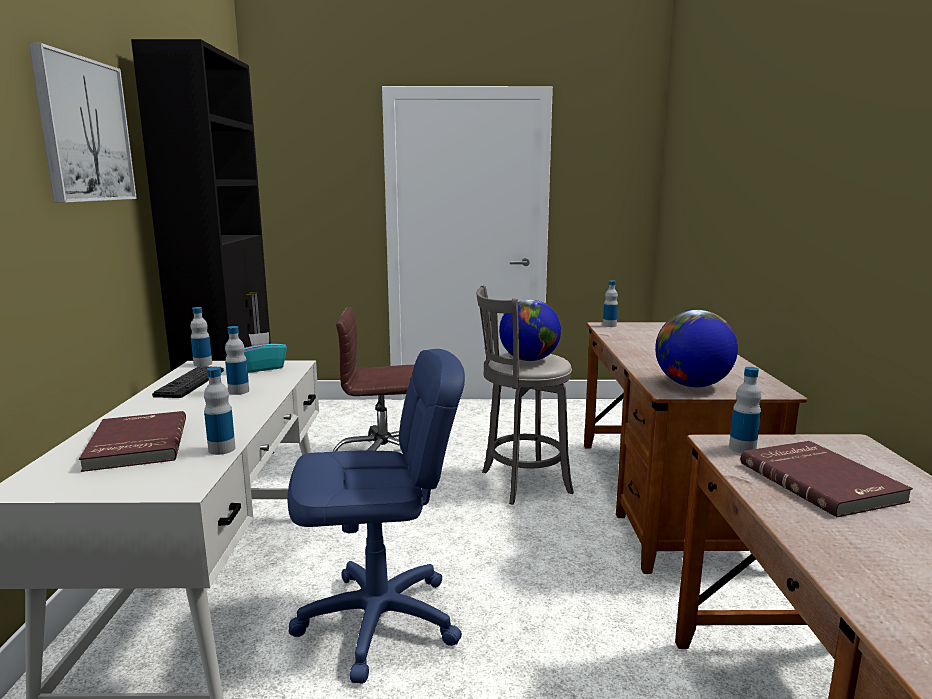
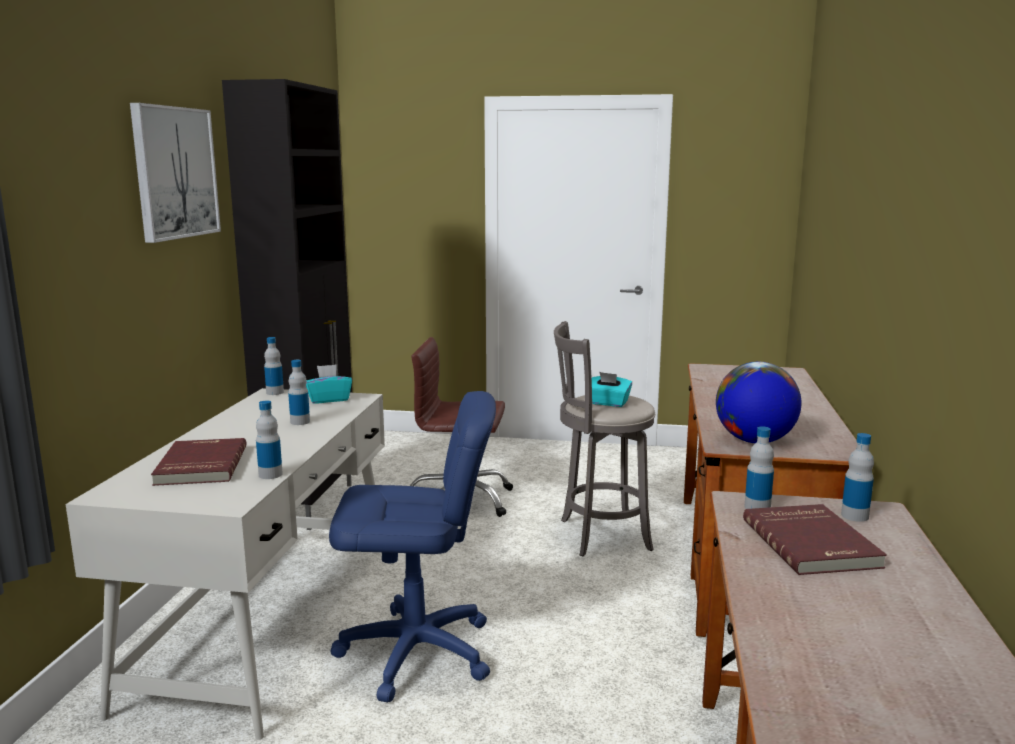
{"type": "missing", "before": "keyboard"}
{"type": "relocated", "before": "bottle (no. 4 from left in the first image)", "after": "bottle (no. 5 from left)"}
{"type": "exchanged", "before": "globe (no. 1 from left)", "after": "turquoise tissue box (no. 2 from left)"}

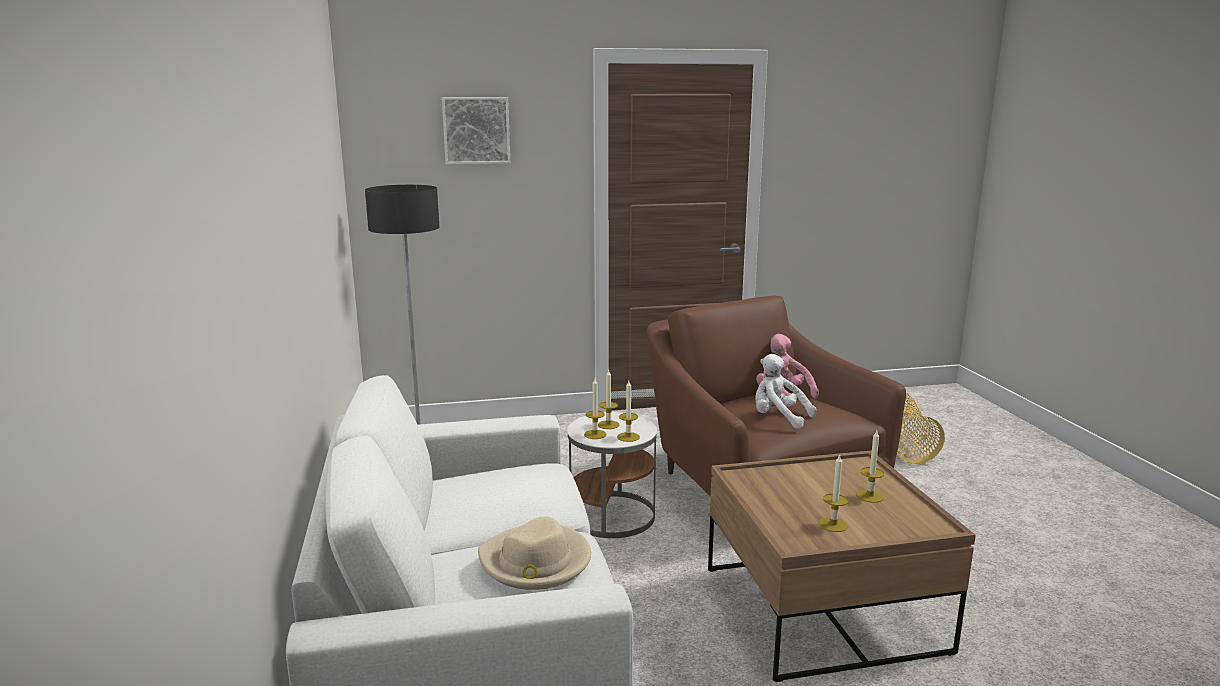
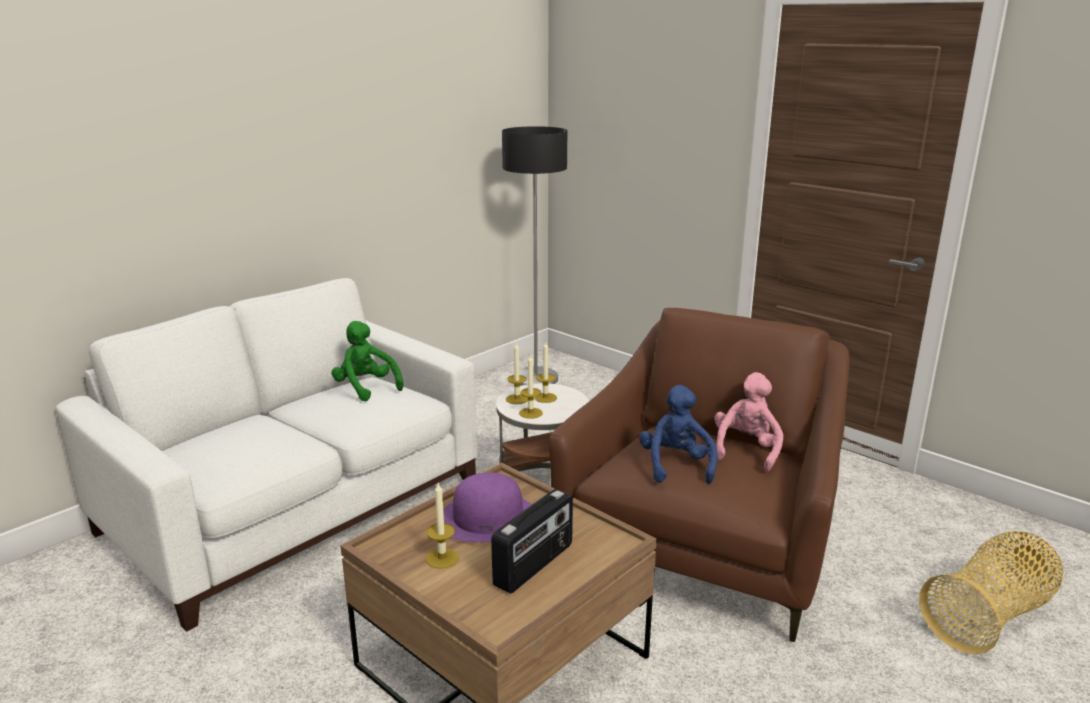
{"type": "missing", "before": "picture"}
{"type": "missing", "before": "beige hat"}
{"type": "appeared", "after": "green plush toy"}
{"type": "appeared", "after": "purple hat"}
{"type": "exchanged", "before": "candle (no. 5 from left)", "after": "radio"}
{"type": "colour", "before": "white plush toy", "after": "blue plush toy"}

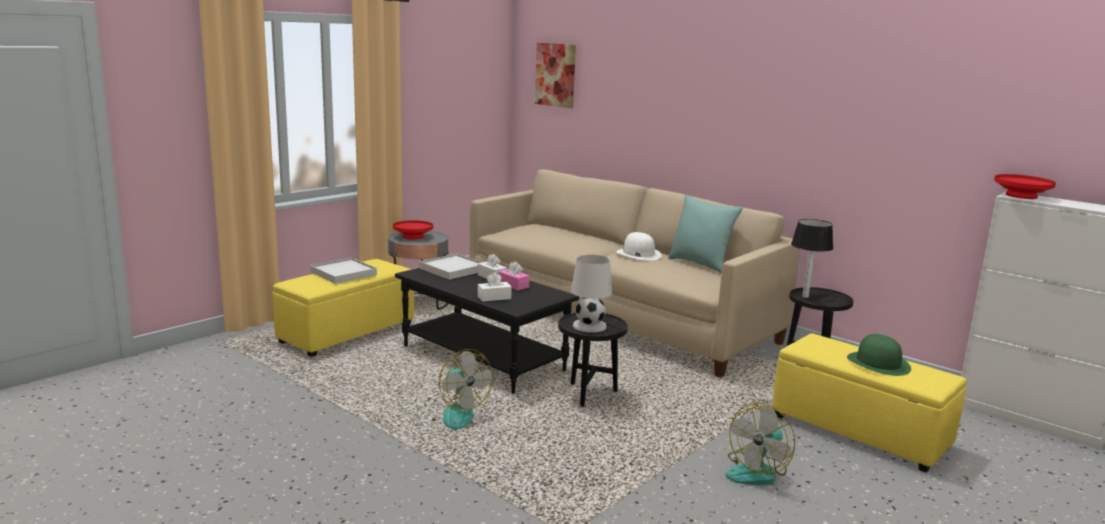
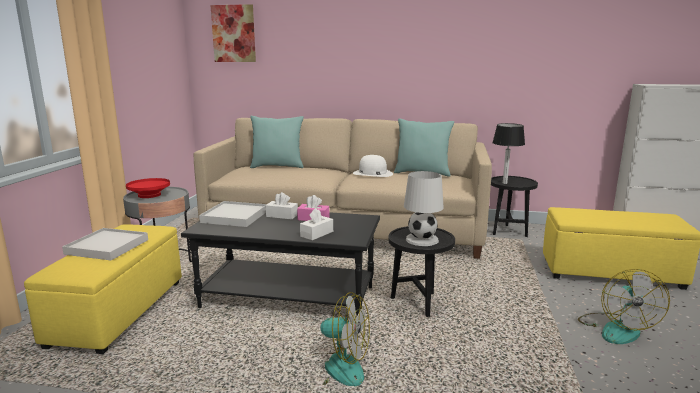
{"type": "missing", "before": "green hat"}
{"type": "missing", "before": "red bowl (no. 2 from left)"}
{"type": "appeared", "after": "turquoise pillow (no. 1 from left)"}

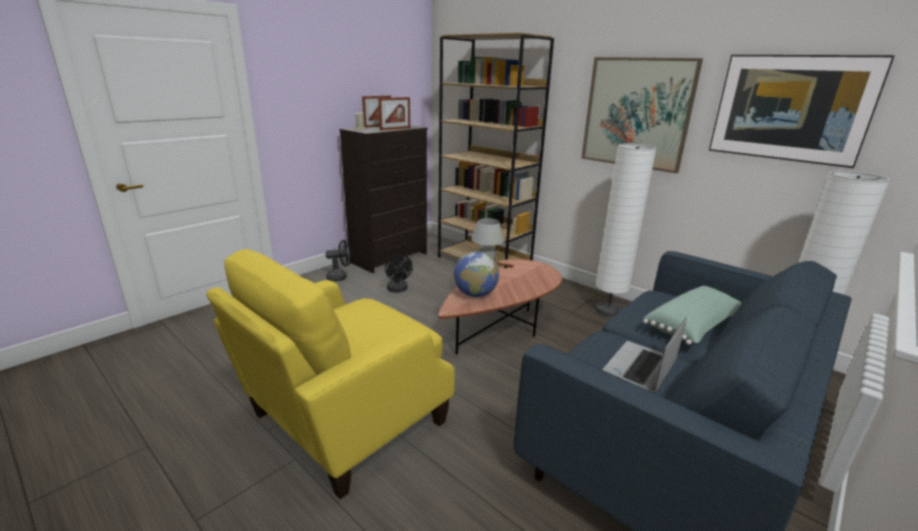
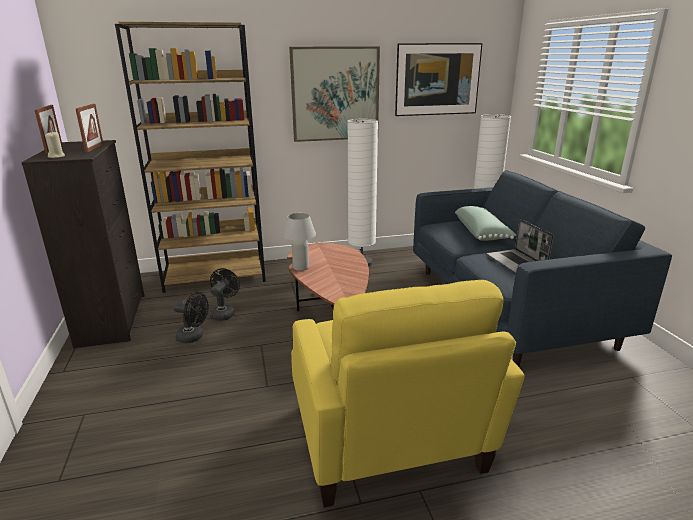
{"type": "missing", "before": "globe"}
{"type": "relocated", "before": "black fan (no. 1 from left in the first image)", "after": "black fan (no. 2 from left)"}

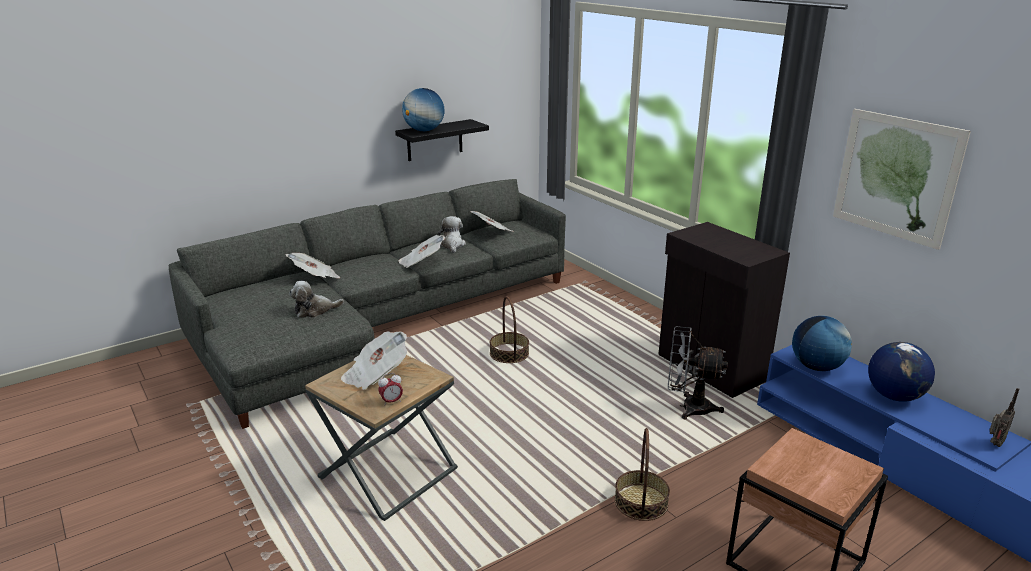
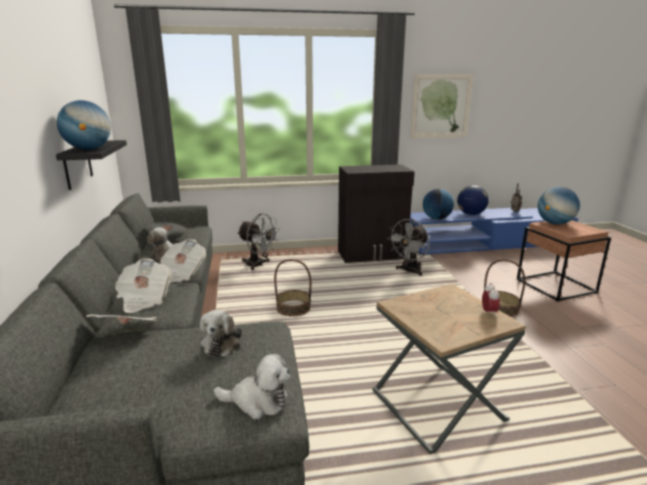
{"type": "appeared", "after": "plush toy (no. 3 from left)"}
{"type": "appeared", "after": "grey fan (no. 1 from left)"}
{"type": "appeared", "after": "globe (no. 4 from left)"}
{"type": "relocated", "before": "newspaper (no. 2 from left)"}

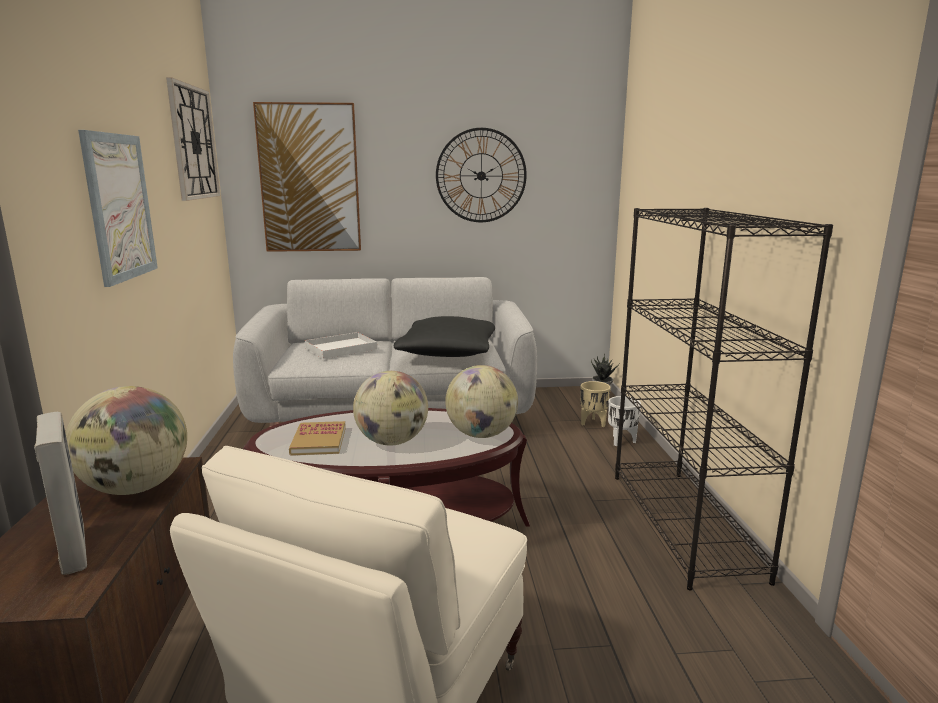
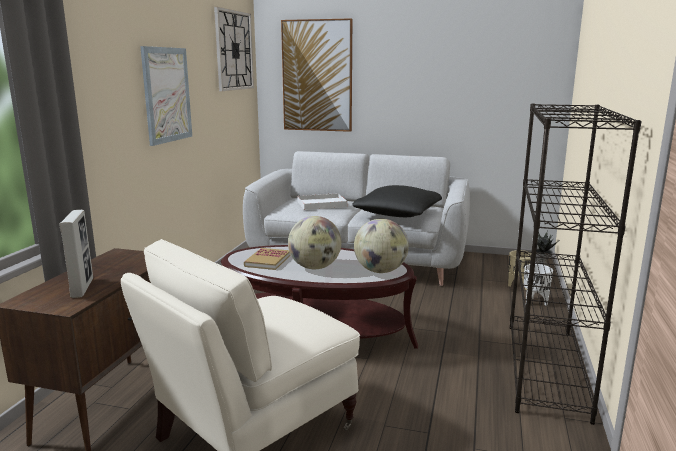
{"type": "missing", "before": "globe (no. 1 from left)"}
{"type": "missing", "before": "wall clock (no. 2 from left)"}

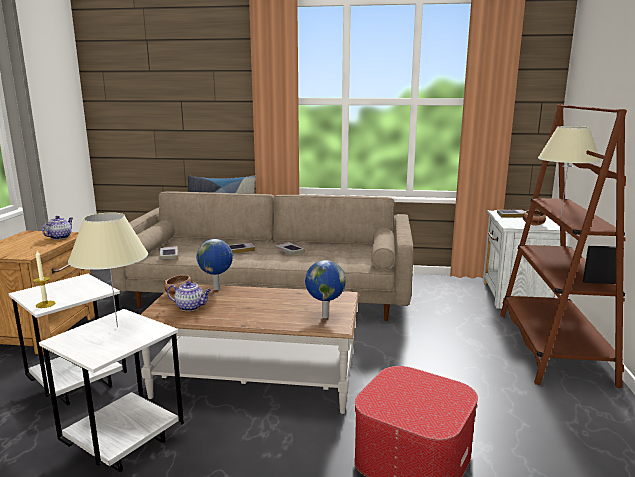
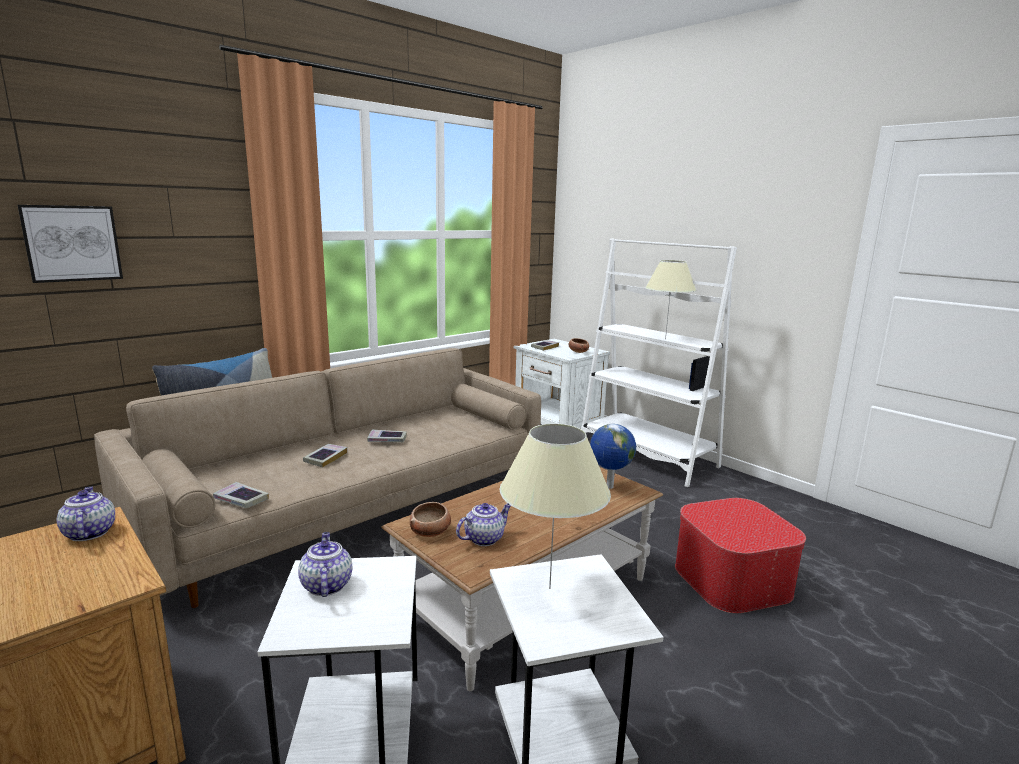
{"type": "missing", "before": "candle"}
{"type": "missing", "before": "globe (no. 1 from left)"}
{"type": "appeared", "after": "picture"}
{"type": "appeared", "after": "teapot (no. 2 from left)"}
{"type": "colour", "before": "brown bookcase", "after": "white bookcase"}

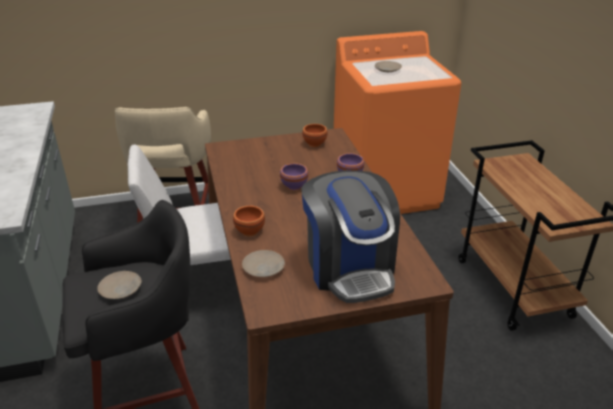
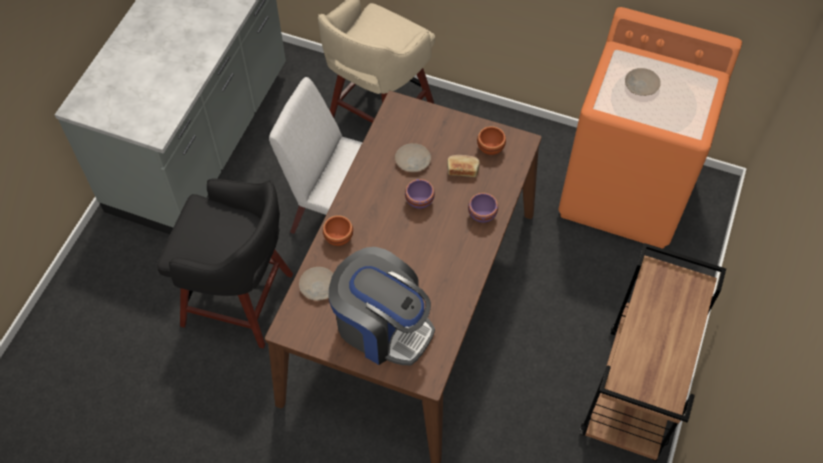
{"type": "appeared", "after": "bread"}
{"type": "relocated", "before": "beige plate (no. 1 from left in the first image)", "after": "beige plate (no. 2 from left)"}
{"type": "spun", "before": "coffee machine", "turn": -75}

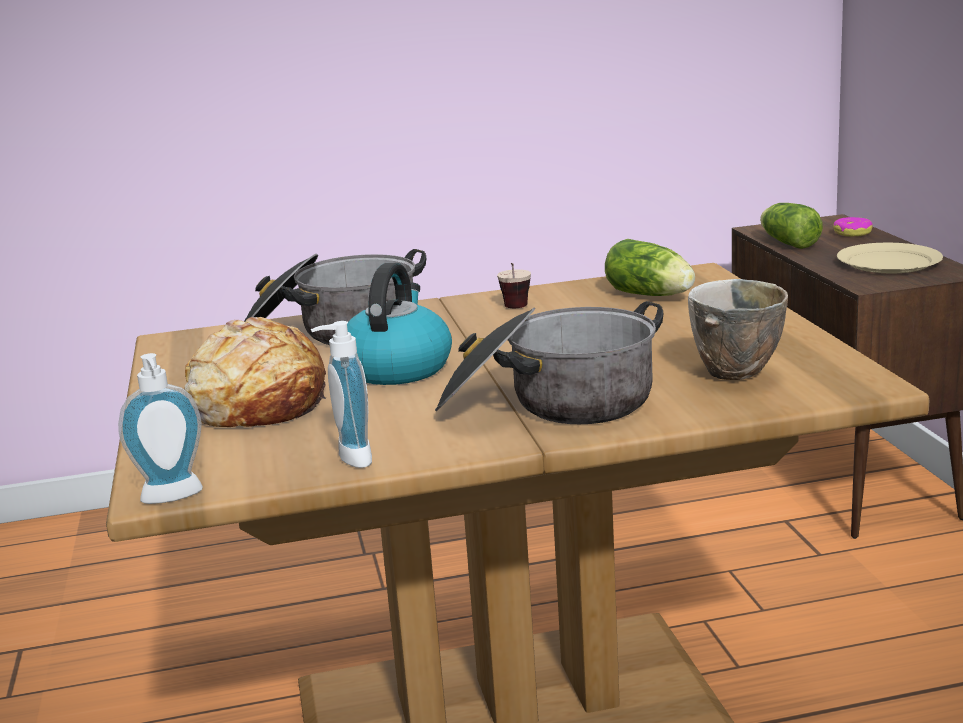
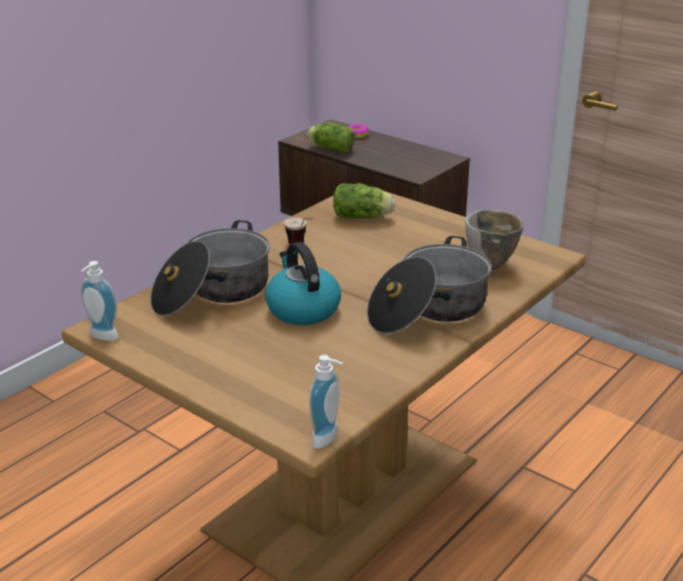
{"type": "missing", "before": "bread"}
{"type": "missing", "before": "beige plate"}
{"type": "relocated", "before": "soap dispenser (no. 2 from left in the first image)", "after": "soap dispenser (no. 1 from left)"}

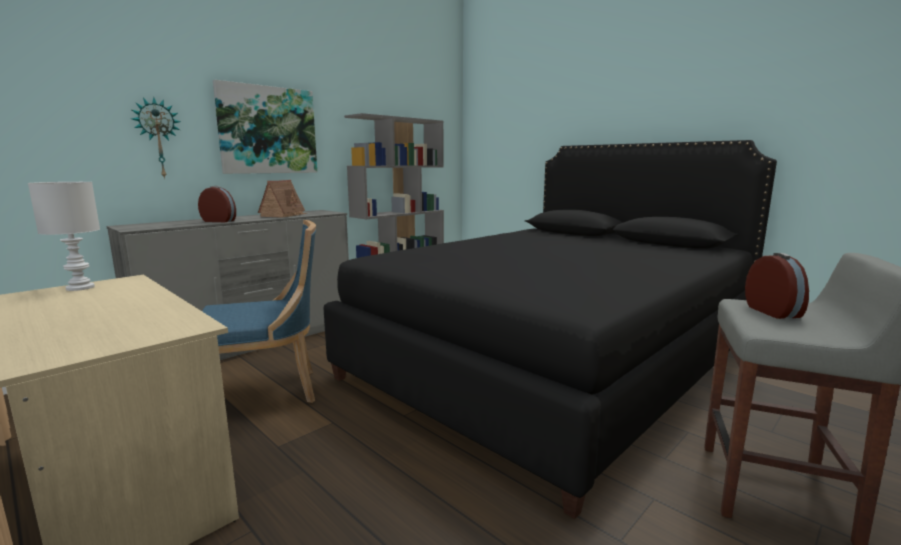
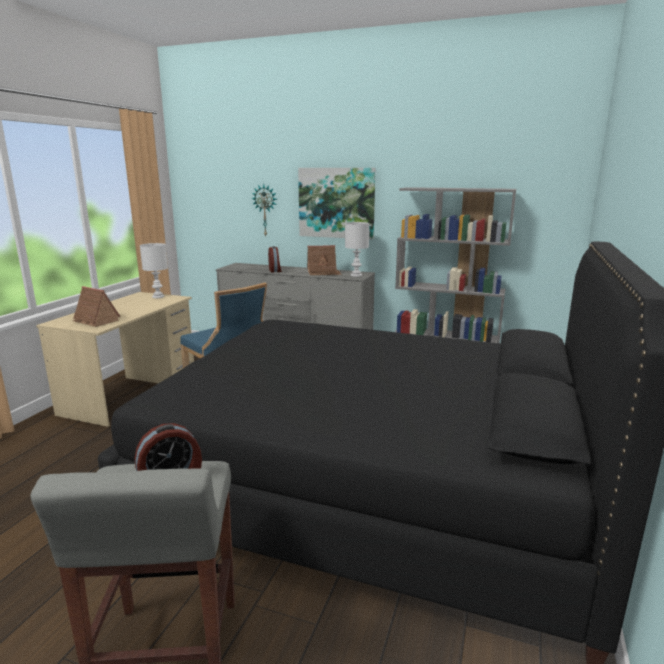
{"type": "appeared", "after": "toy house (no. 1 from left)"}
{"type": "appeared", "after": "white table lamp (no. 2 from left)"}

